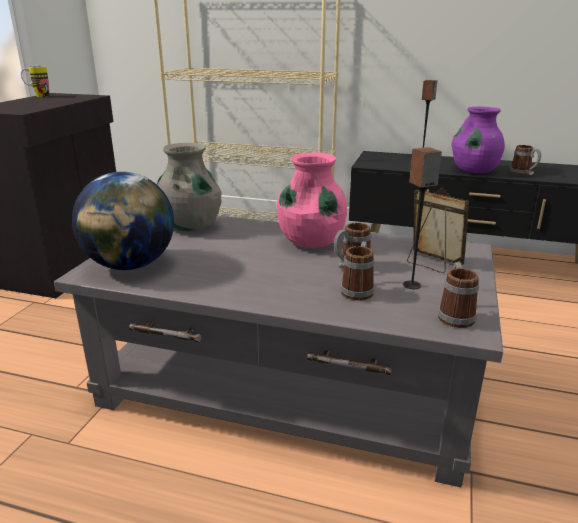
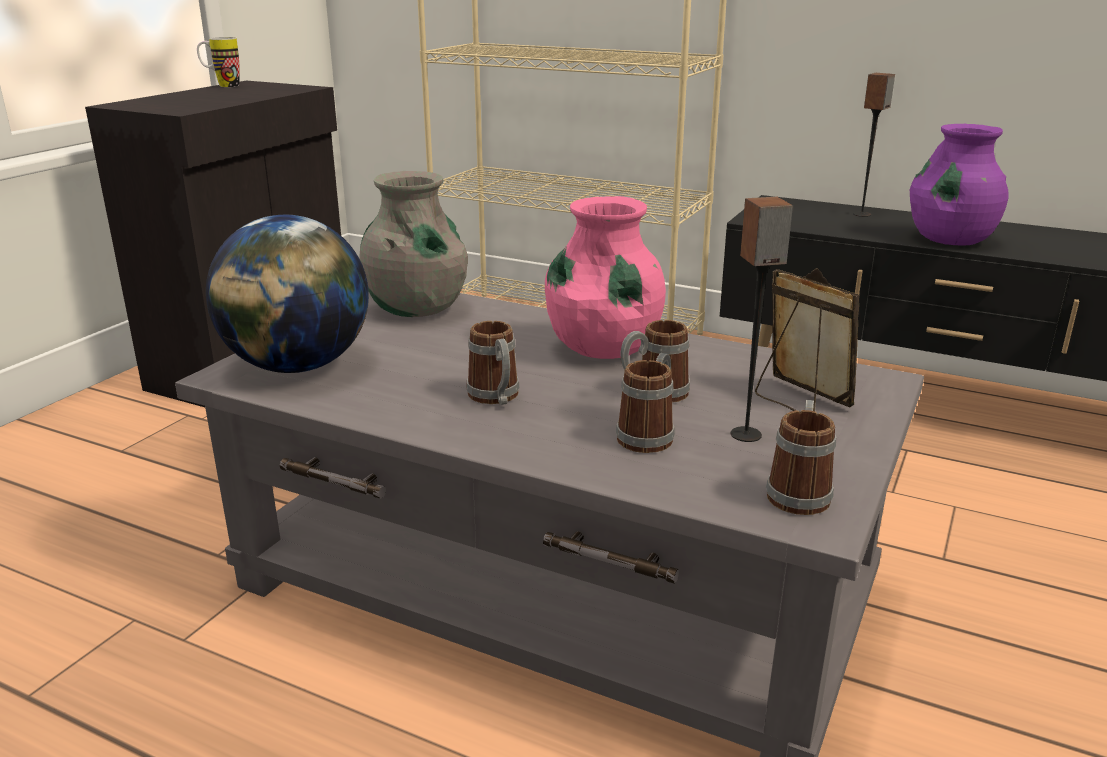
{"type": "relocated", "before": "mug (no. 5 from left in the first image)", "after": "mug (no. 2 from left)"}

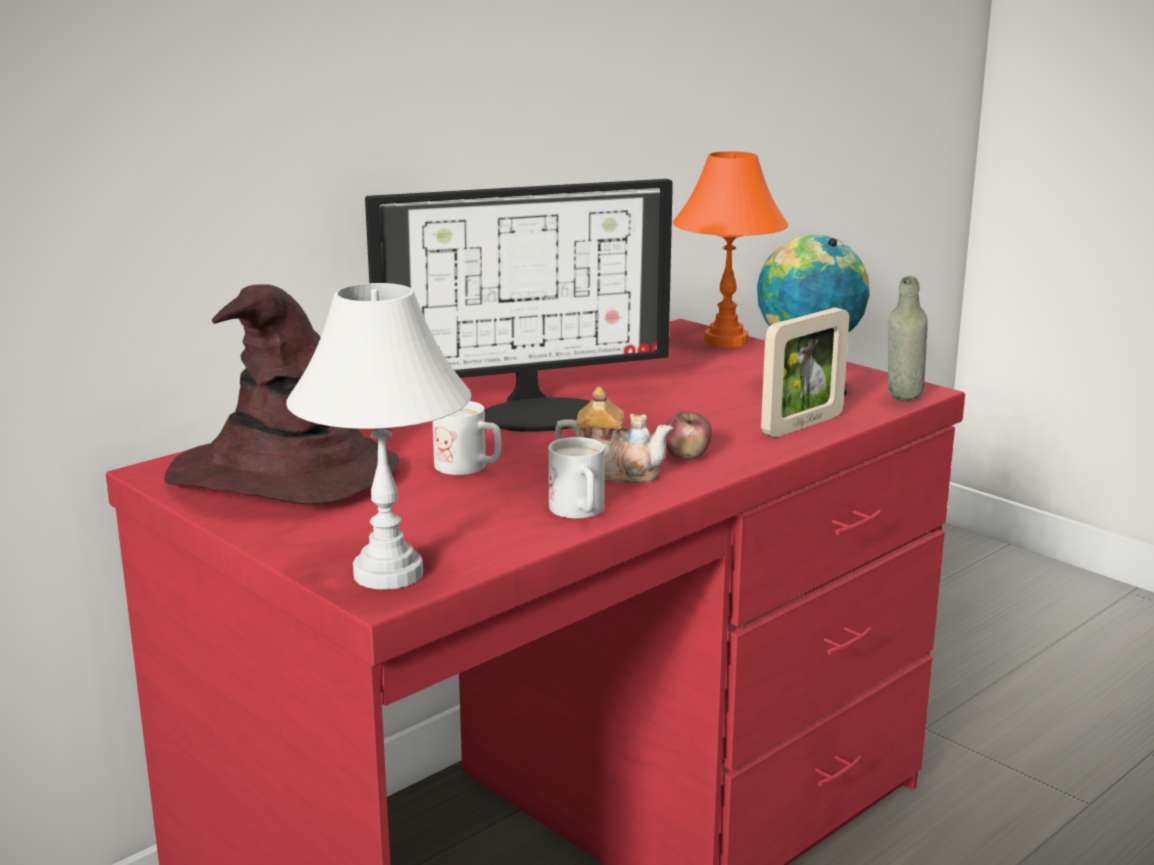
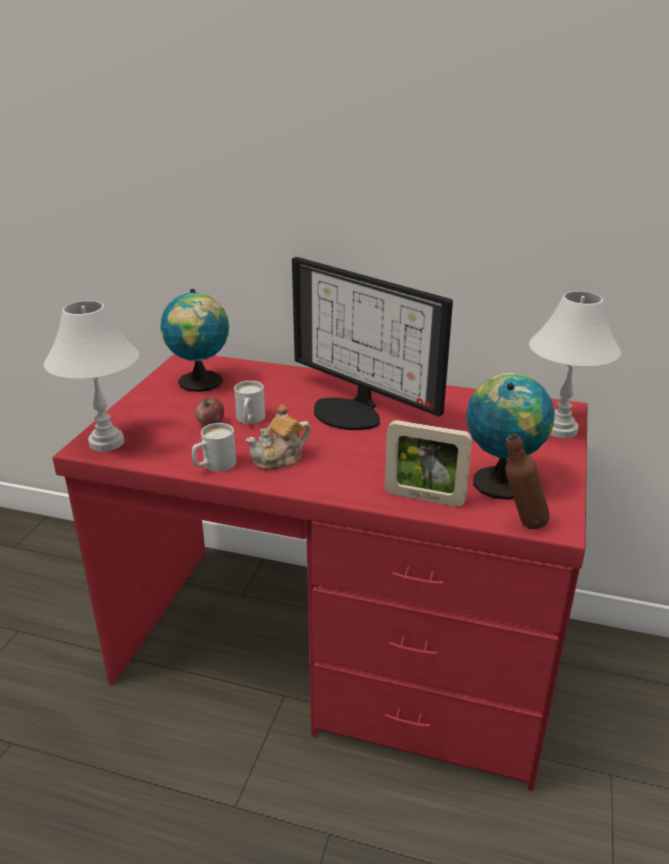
{"type": "relocated", "before": "apple"}
{"type": "exchanged", "before": "brown hat", "after": "globe (no. 1 from left)"}
{"type": "colour", "before": "orange table lamp", "after": "white table lamp (no. 2 from left)"}
{"type": "colour", "before": "grey bottle", "after": "brown bottle"}
{"type": "spun", "before": "teapot", "turn": 75}

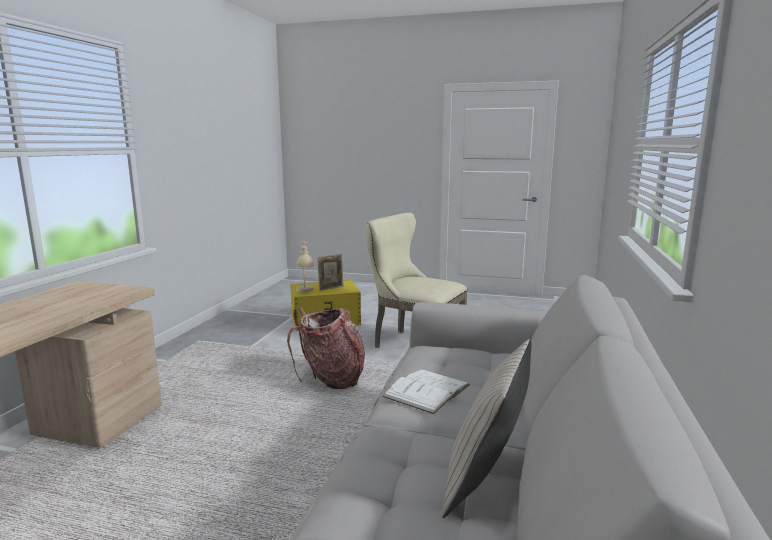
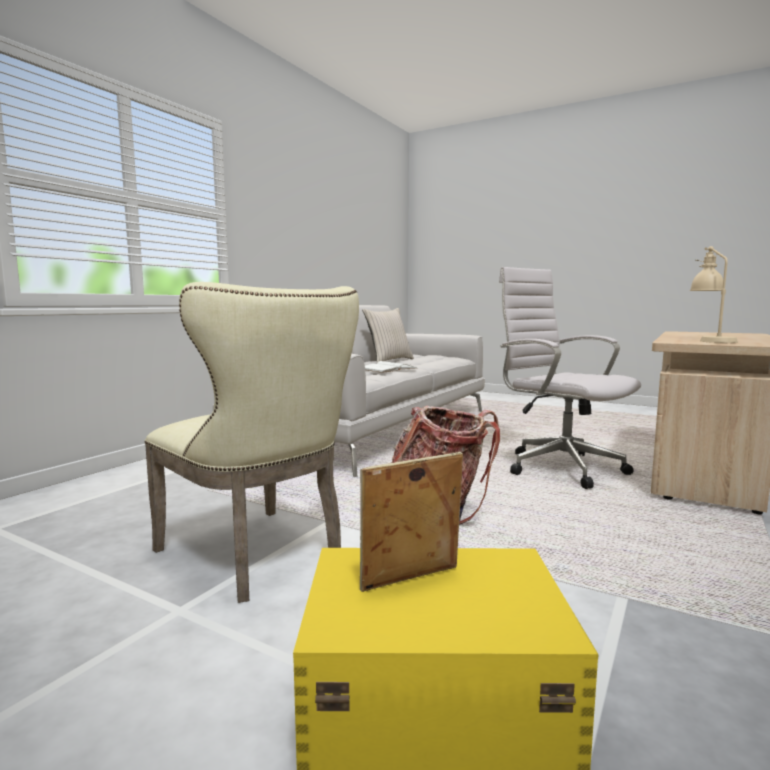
{"type": "appeared", "after": "white office chair"}
{"type": "relocated", "before": "beige table lamp"}

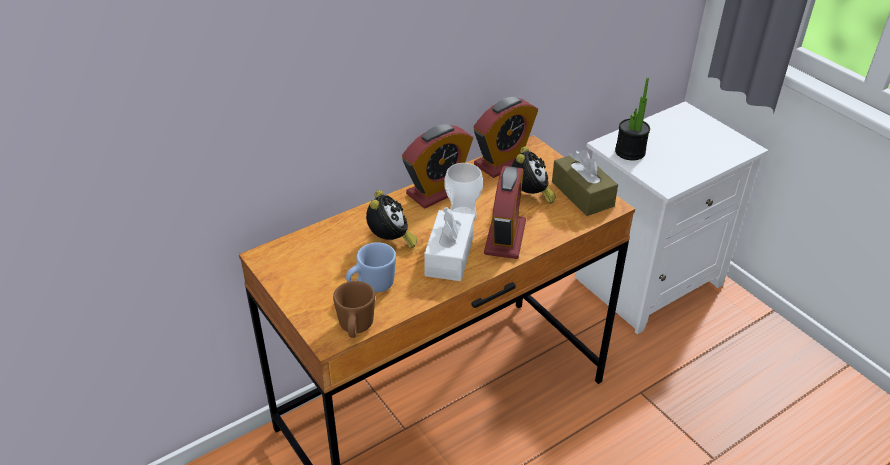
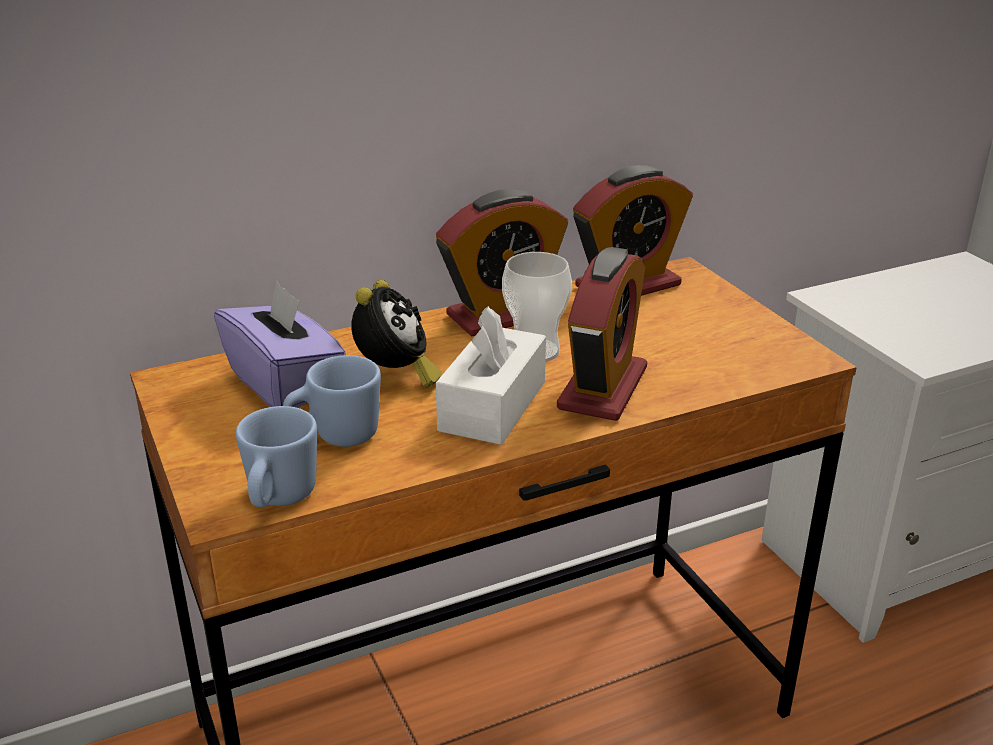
{"type": "missing", "before": "alarm clock (no. 5 from left)"}
{"type": "missing", "before": "brown tissue box"}
{"type": "missing", "before": "potted plant"}
{"type": "appeared", "after": "purple tissue box"}
{"type": "colour", "before": "brown mug", "after": "blue mug (no. 1 from left)"}

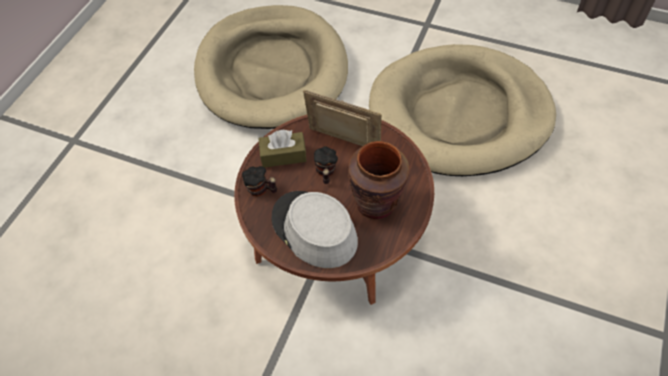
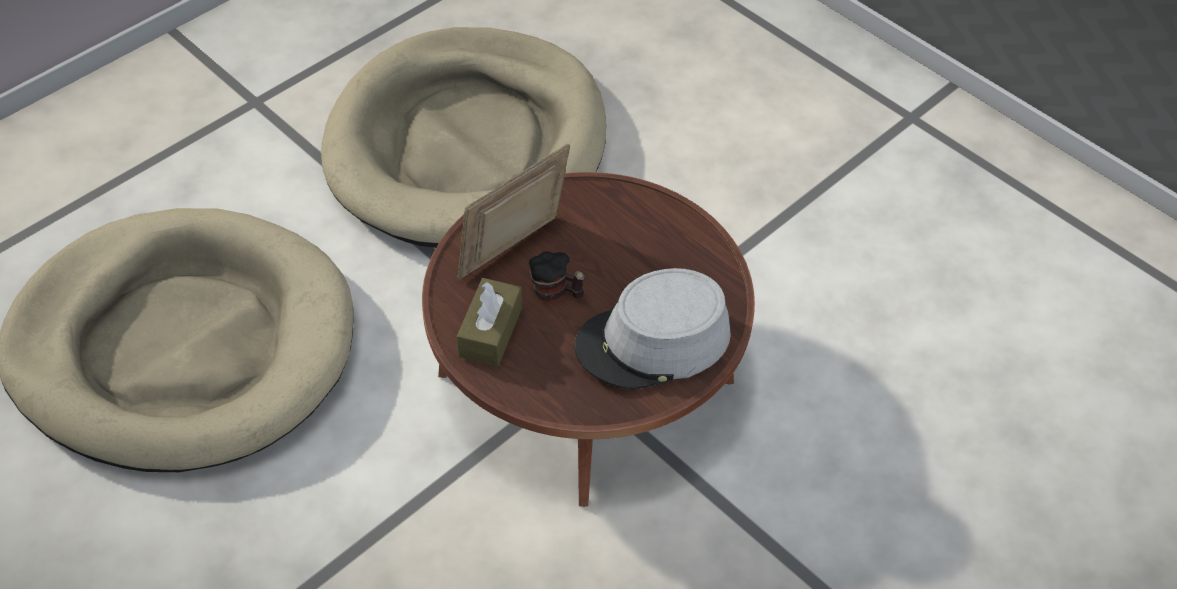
{"type": "missing", "before": "mug (no. 1 from left)"}
{"type": "missing", "before": "brown vase"}

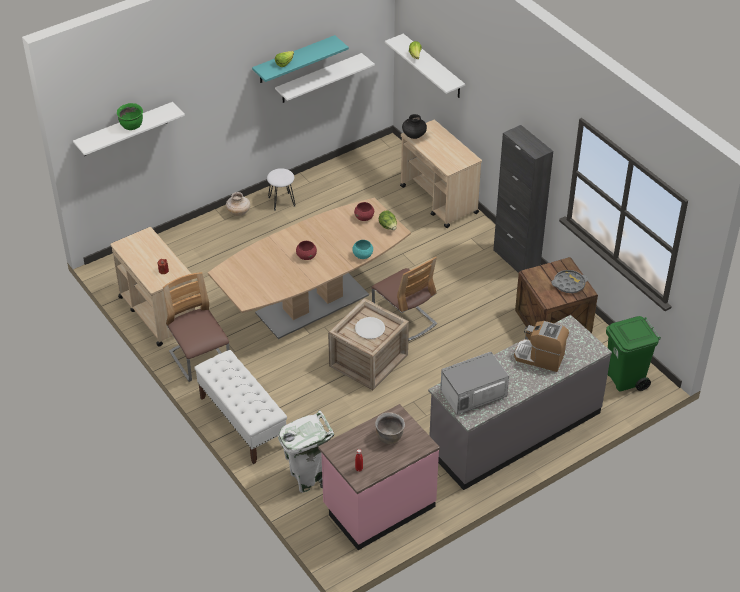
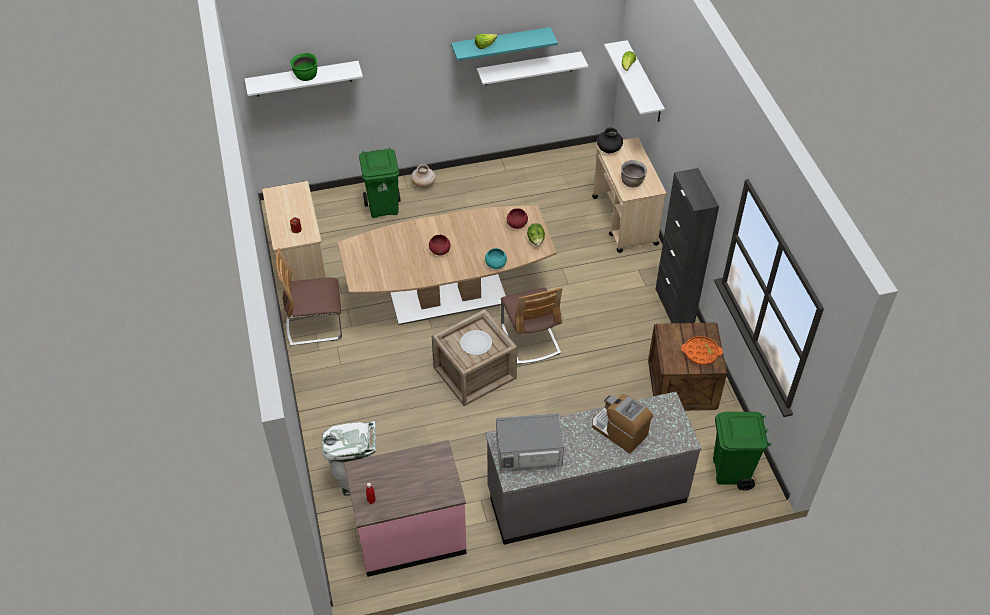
{"type": "missing", "before": "white bench"}
{"type": "missing", "before": "white stool"}
{"type": "appeared", "after": "green trash can (no. 1 from left)"}
{"type": "relocated", "before": "brown cooking pot"}
{"type": "colour", "before": "grey tray", "after": "orange tray"}
{"type": "spun", "before": "chair (no. 1 from left)", "turn": -90}

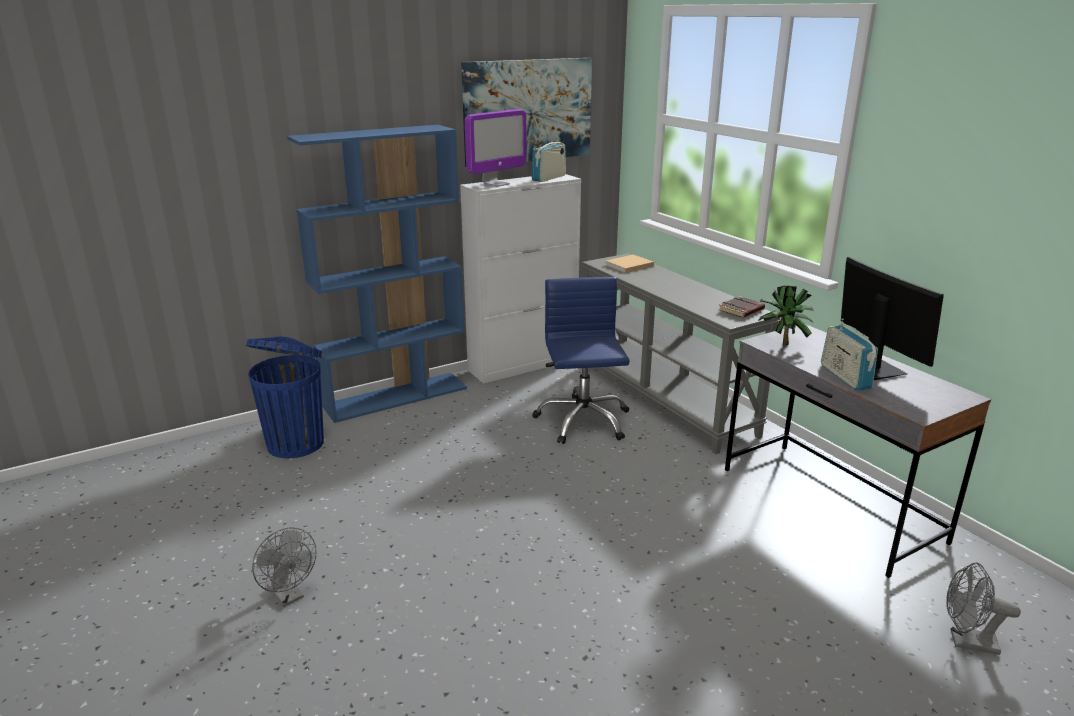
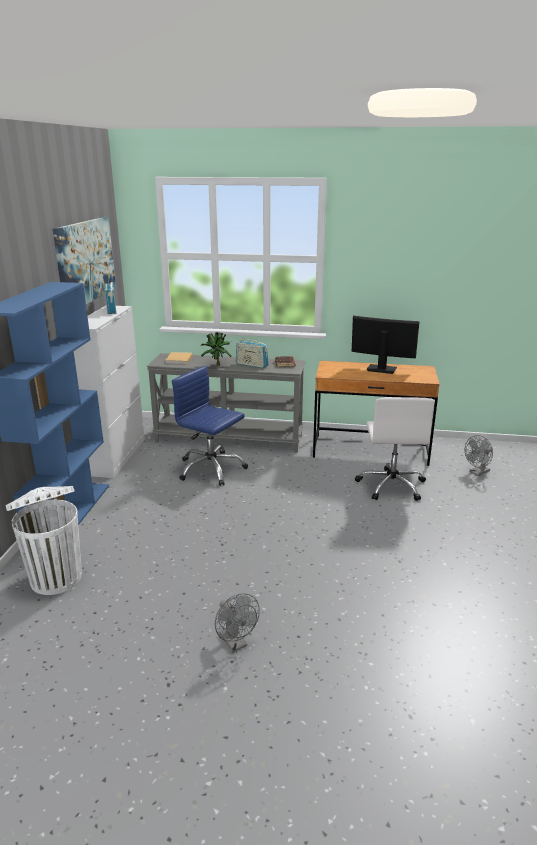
{"type": "missing", "before": "monitor (no. 1 from left)"}
{"type": "appeared", "after": "white office chair"}
{"type": "relocated", "before": "potted plant"}
{"type": "relocated", "before": "radio (no. 2 from left)"}
{"type": "colour", "before": "blue trash can", "after": "white trash can"}
{"type": "colour", "before": "grey desk", "after": "brown desk"}
{"type": "spun", "before": "grey fan (no. 1 from left)", "turn": 60}

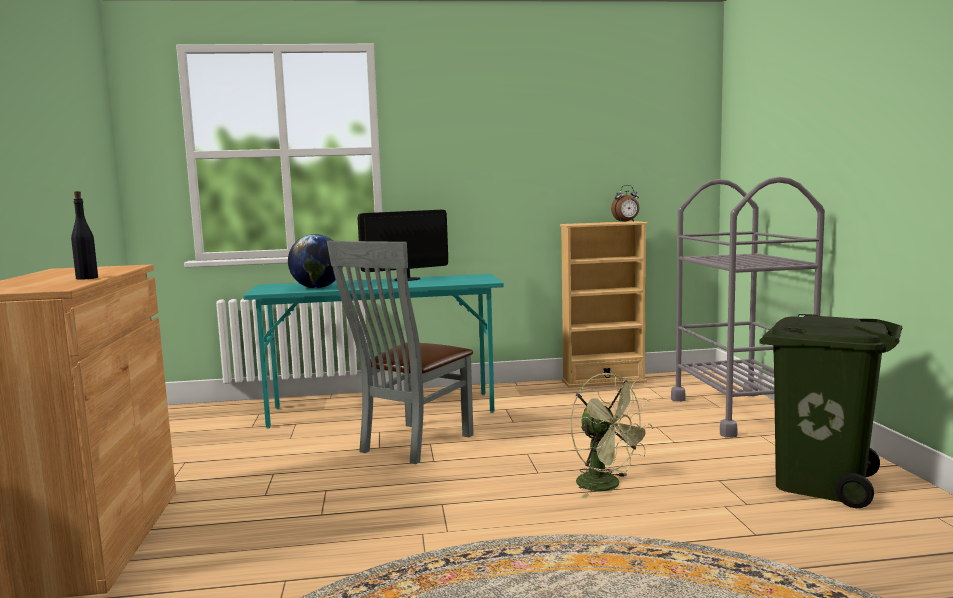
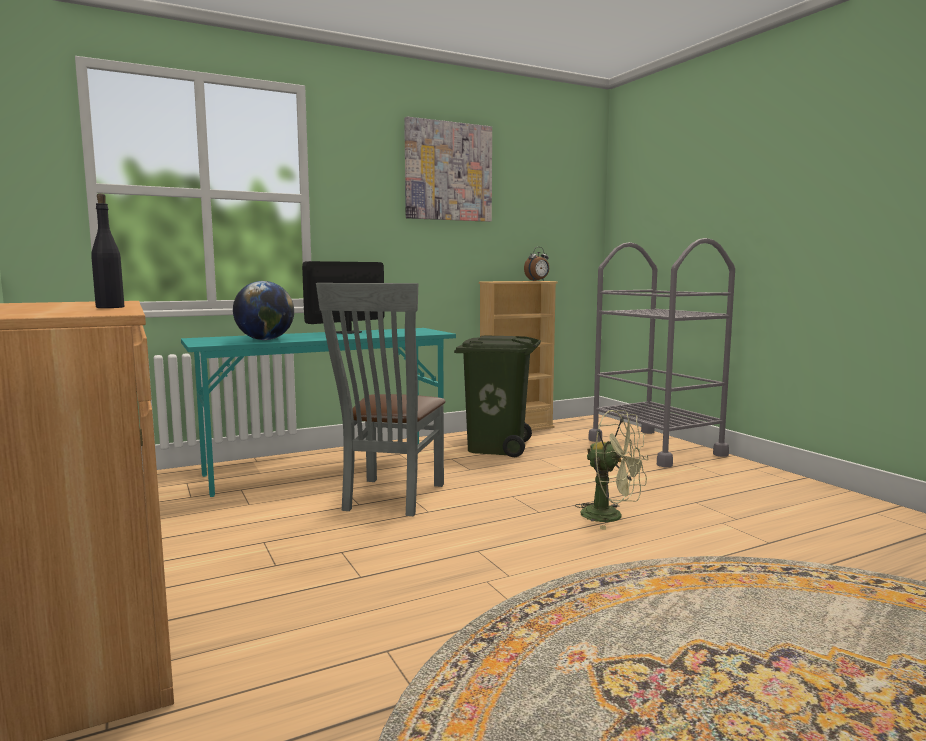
{"type": "appeared", "after": "picture"}
{"type": "relocated", "before": "green trash can"}

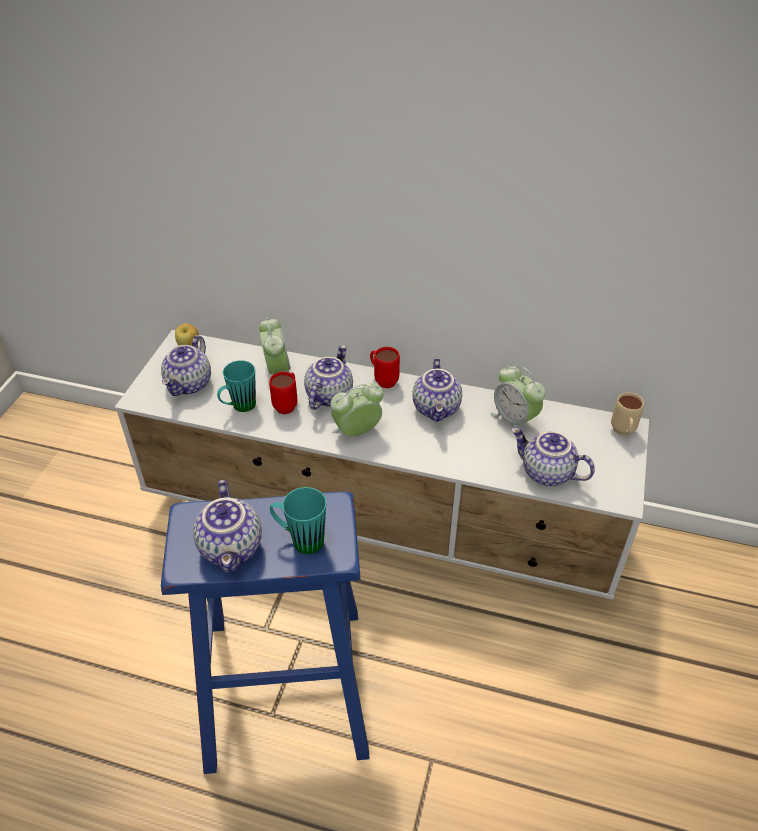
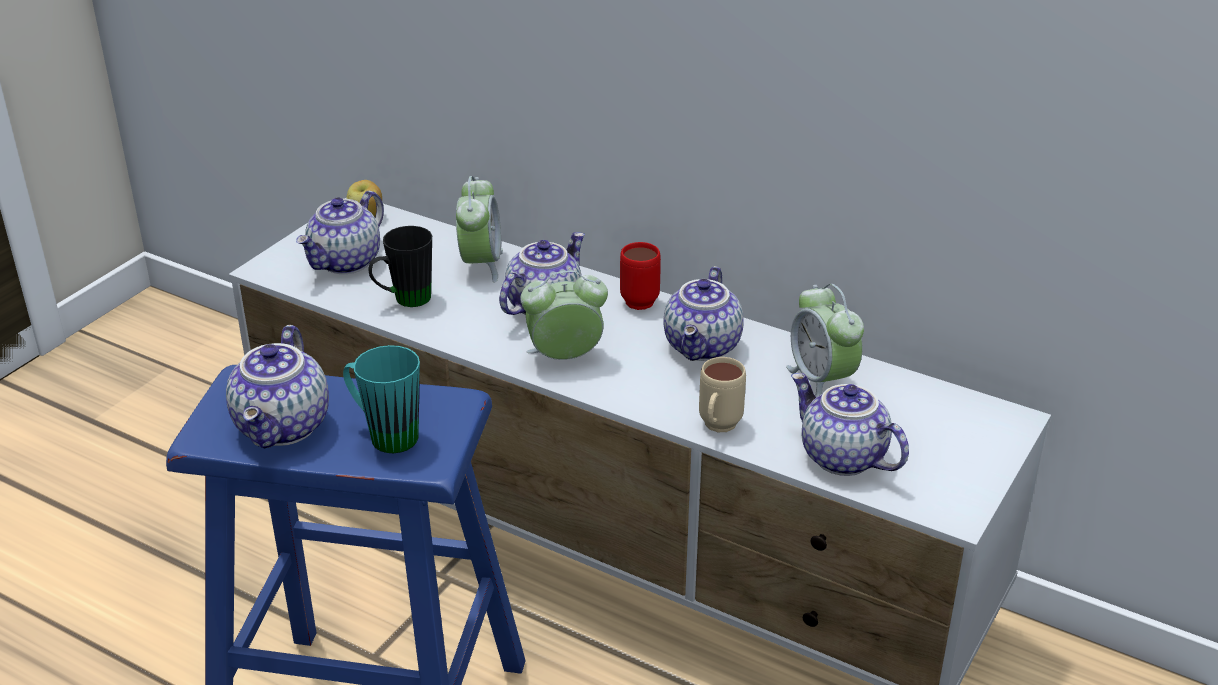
{"type": "missing", "before": "red mug (no. 1 from left)"}
{"type": "relocated", "before": "beige mug"}
{"type": "colour", "before": "turquoise mug (no. 1 from left)", "after": "black mug"}

